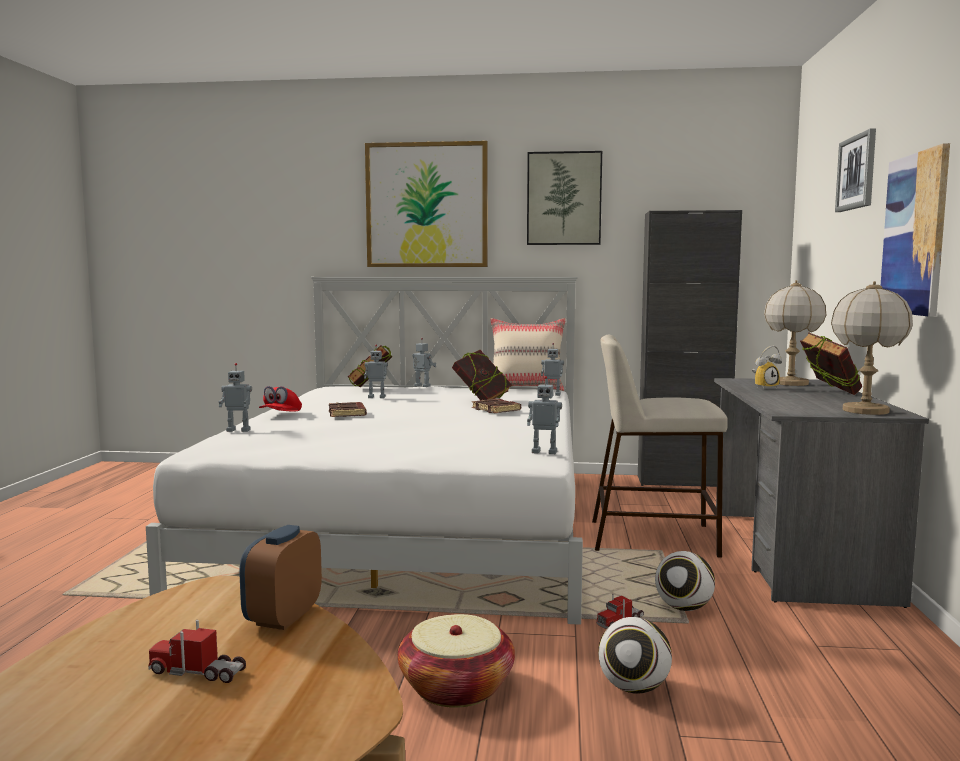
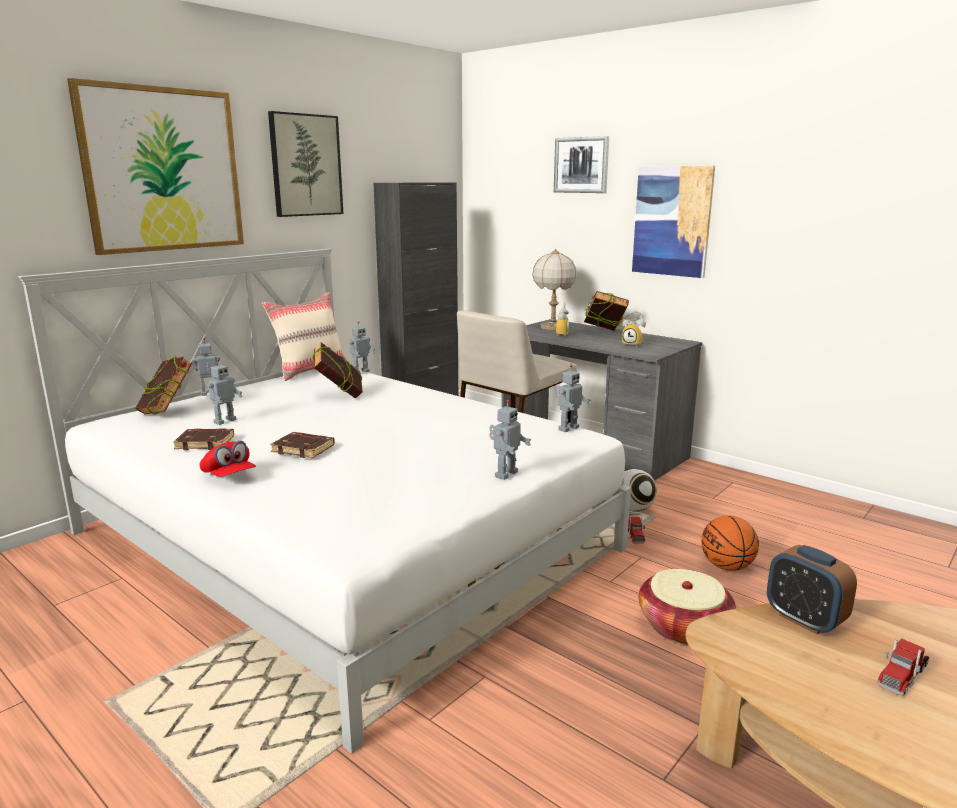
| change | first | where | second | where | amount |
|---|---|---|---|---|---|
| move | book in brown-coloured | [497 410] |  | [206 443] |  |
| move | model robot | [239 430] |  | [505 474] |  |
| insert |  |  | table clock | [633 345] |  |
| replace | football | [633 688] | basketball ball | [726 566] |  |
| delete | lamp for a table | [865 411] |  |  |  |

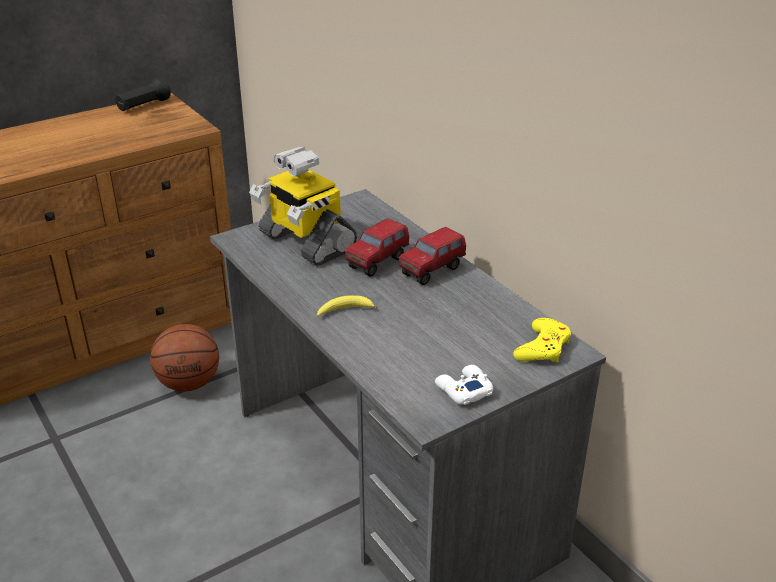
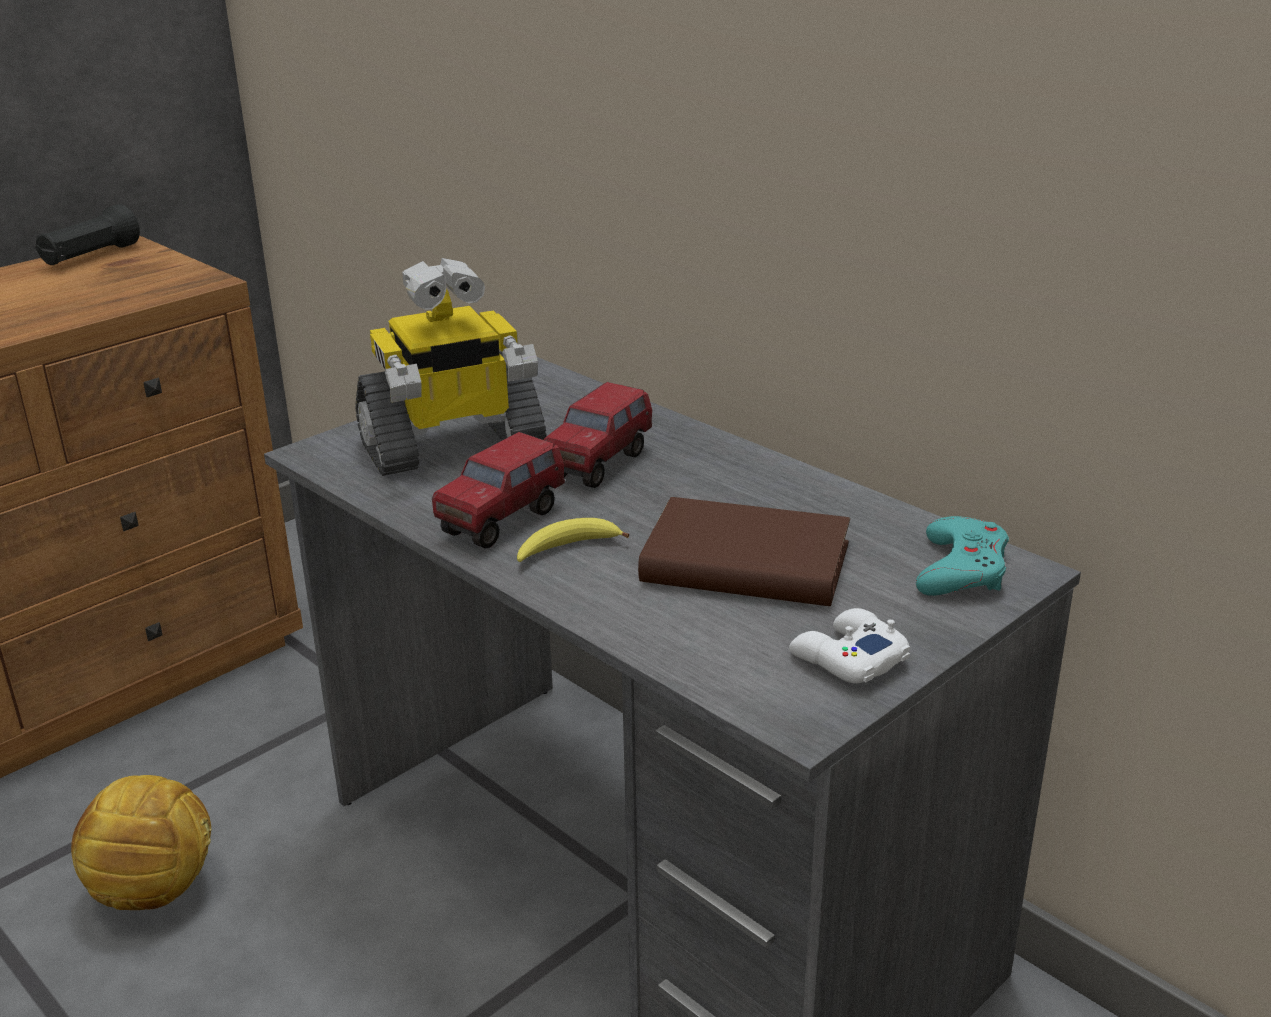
| change | first | where | second | where | amount |
|---|---|---|---|---|---|
| insert |  |  | football | [155 889] |  |
| rotate | model robot | [305 242] |  | [452 446] | 60 degrees counterclockwise |
| move | toy truck | [432 271] |  | [502 521] |  |
| insert |  |  | book in brown-coloured | [745 563] |  |
| recolor | game controller in yellow | [543 347] | game controller in turquoise-coloured | [961 568] |  |
| delete | basketball ball | [189 383] |  |  |  |

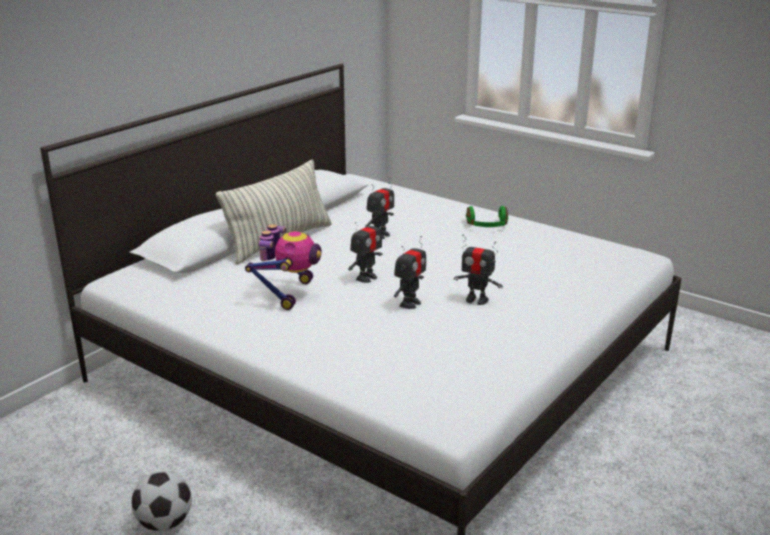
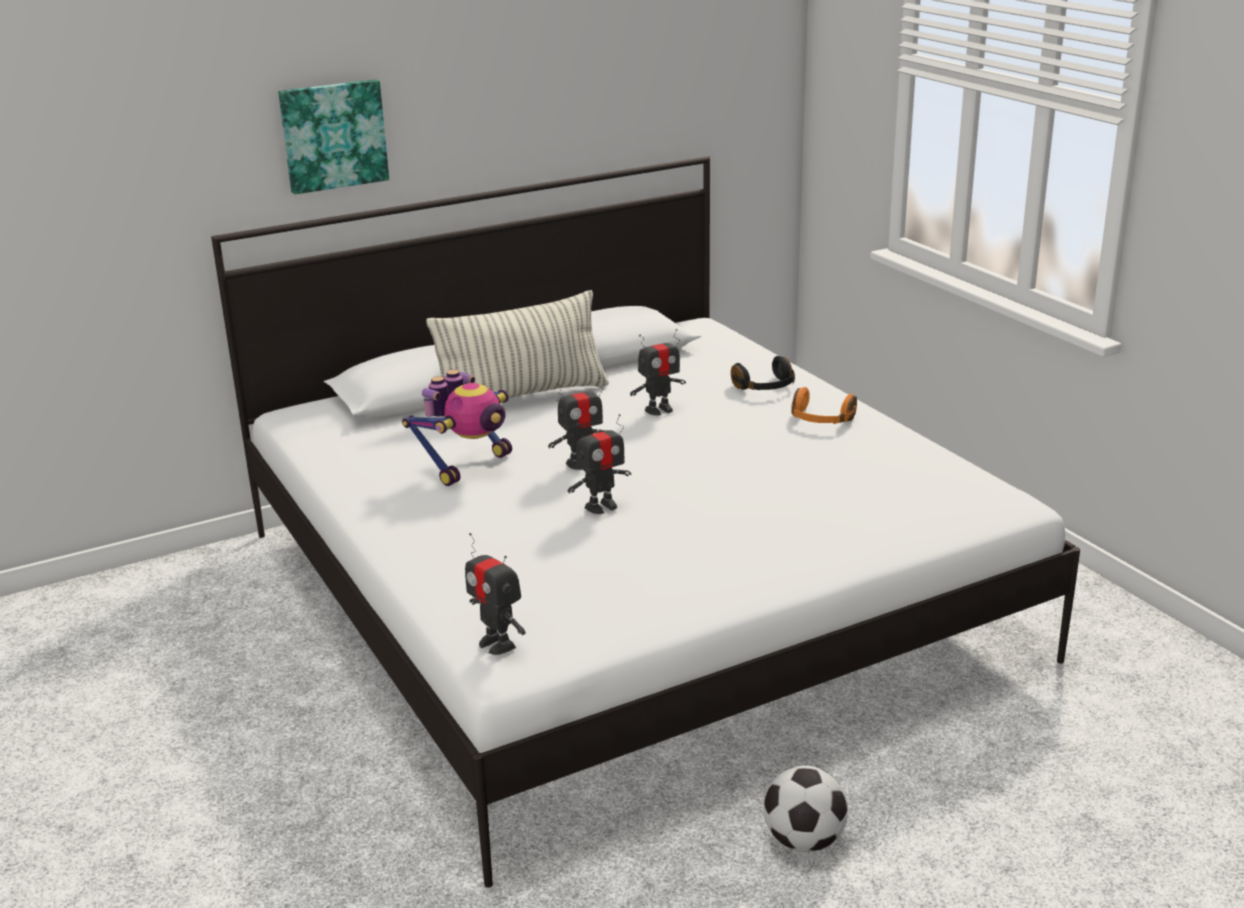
| change | first | where | second | where | amount |
|---|---|---|---|---|---|
| insert |  |  | wall art | [333 135] |  |
| move | model robot | [476 300] |  | [497 644] |  |
| insert |  |  | headset in blackish | [765 387] |  |
| move | football | [164 523] |  | [803 841] |  |
| recolor | headset in green | [487 226] | headset in orangey | [821 420] |  |

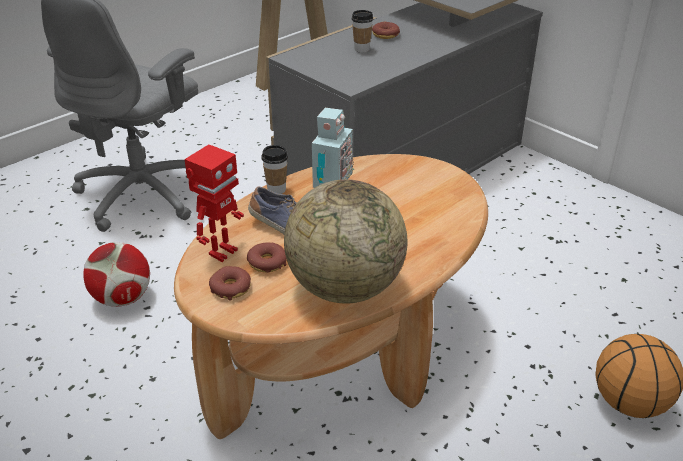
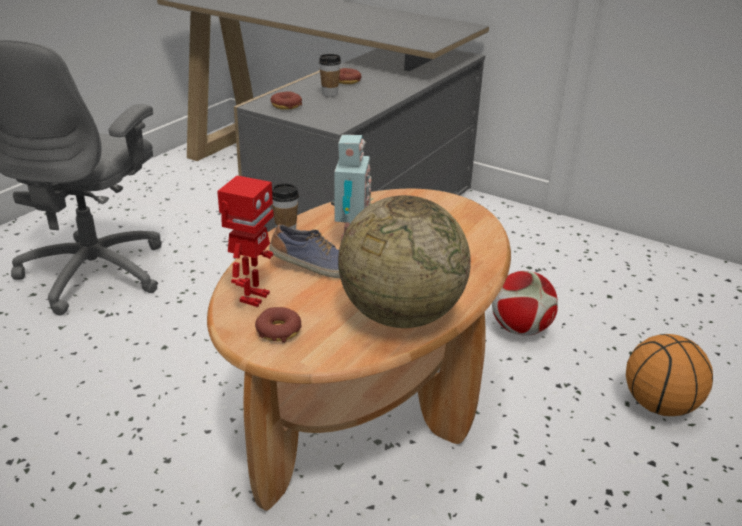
| change | first | where | second | where | amount |
|---|---|---|---|---|---|
| move | ring doughnut | [267 263] |  | [286 106] |  |
| move | football | [122 298] |  | [520 329] |  |

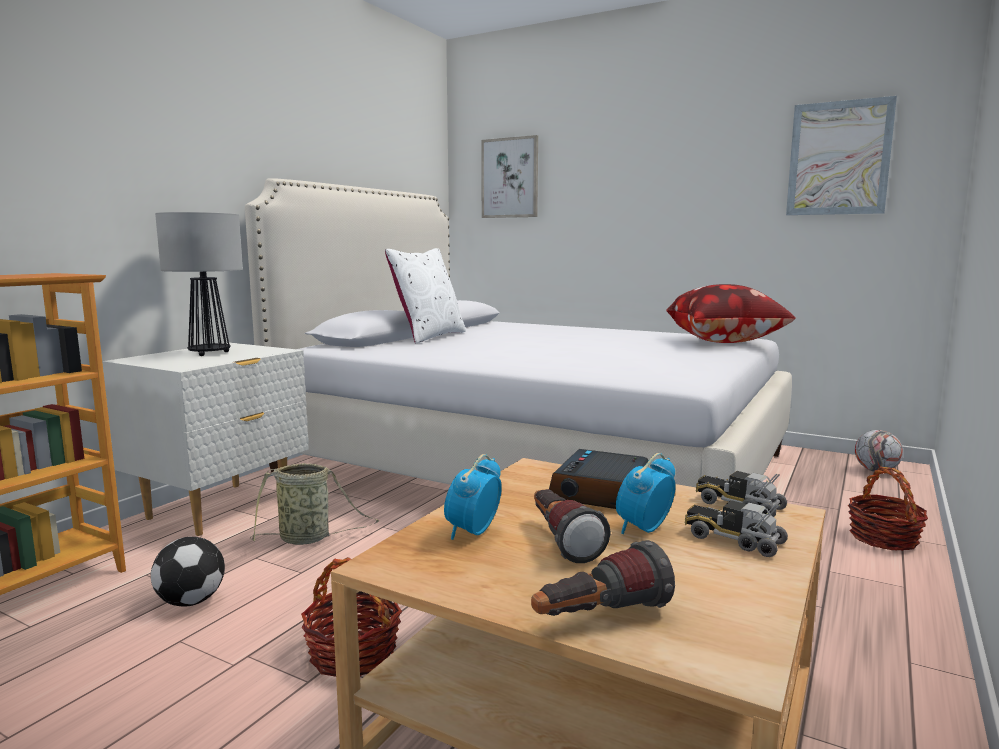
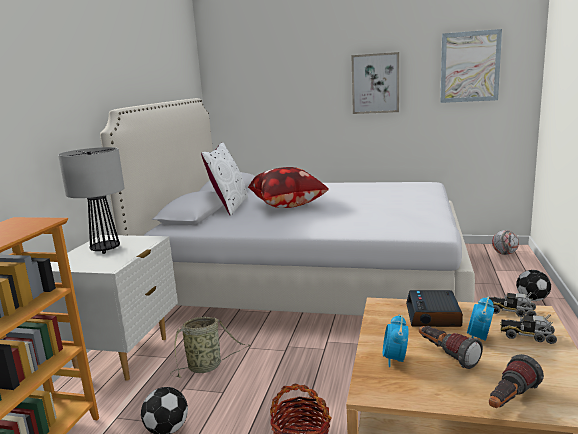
| change | first | where | second | where | amount |
|---|---|---|---|---|---|
| move | pillow | [726 342] |  | [288 206] |  |
| move | wall art | [510 178] |  | [375 83] |  |
| replace | household basket | [884 538] | football | [532 299] |  |

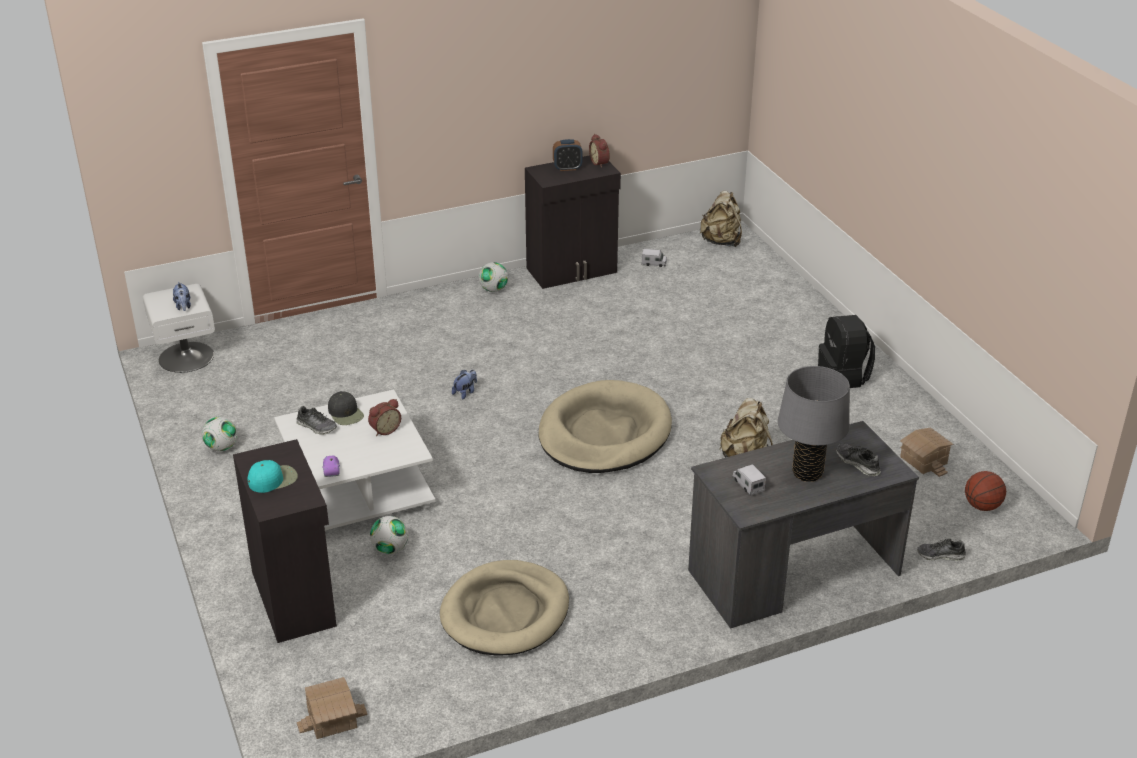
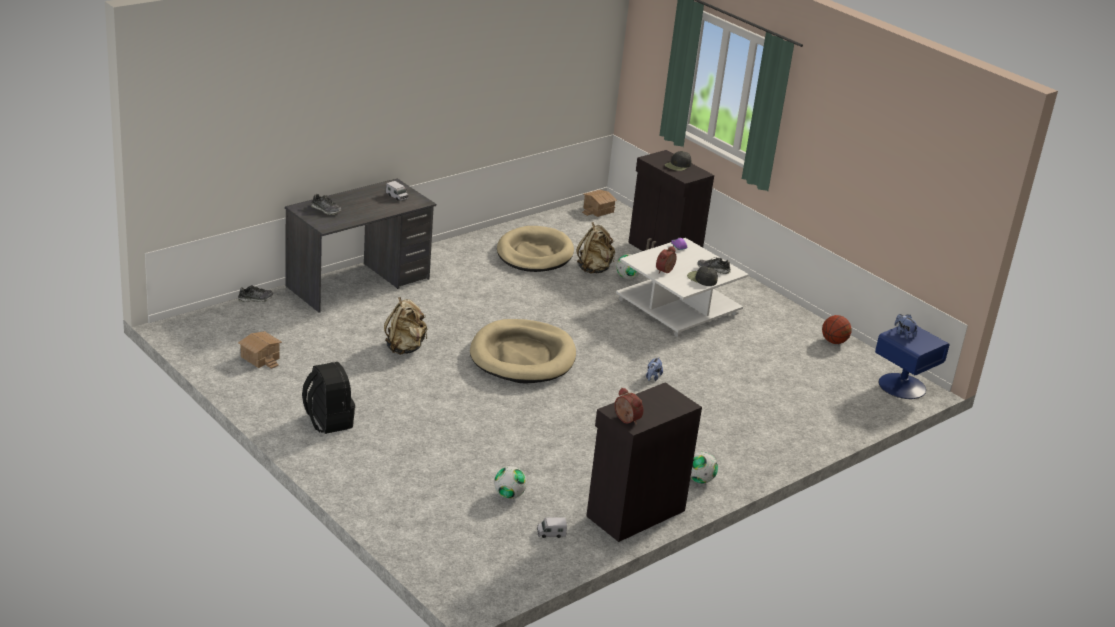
| change | first | where | second | where | amount |
|---|---|---|---|---|---|
| move | football | [222 447] |  | [509 495] |  |
| move | knapsack in beige-coloured | [721 241] |  | [594 269] |  |
| recolor | peaked cap in turquoise-coloured | [273 479] | peaked cap in blackish | [678 165] |  |
| move | basketball ball | [982 506] |  | [834 342] |  |
| recolor | bedside table in white-coloured | [186 356] | bedside table in blue | [902 386] |  |
| delete | table clock | [567 168] |  |  |  |
| delete | lamp for a table in grey | [807 473] |  |  |  |

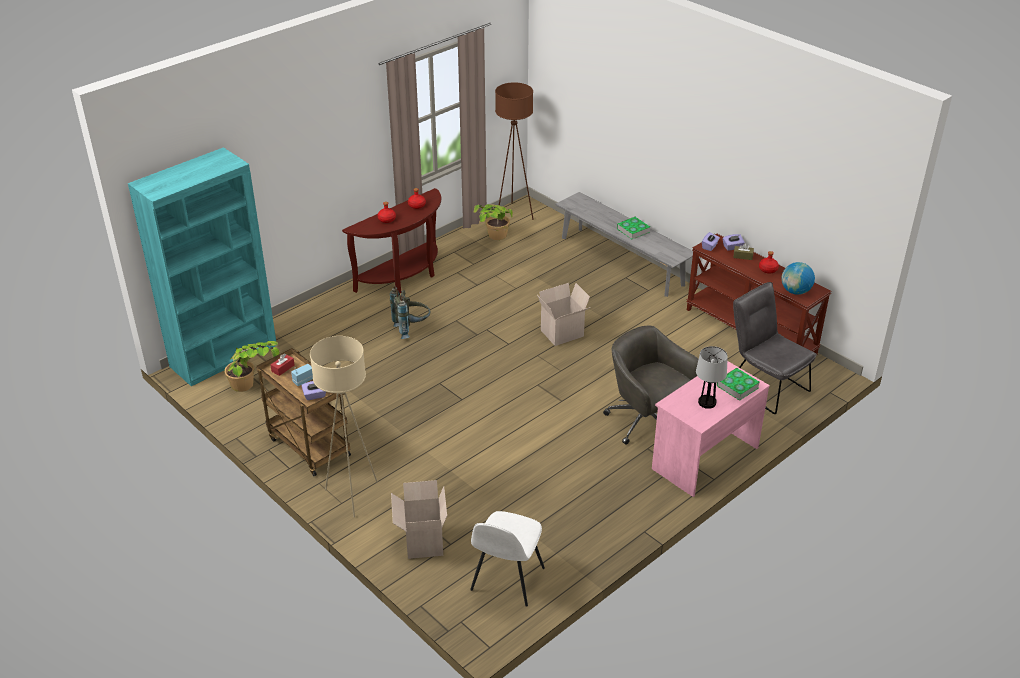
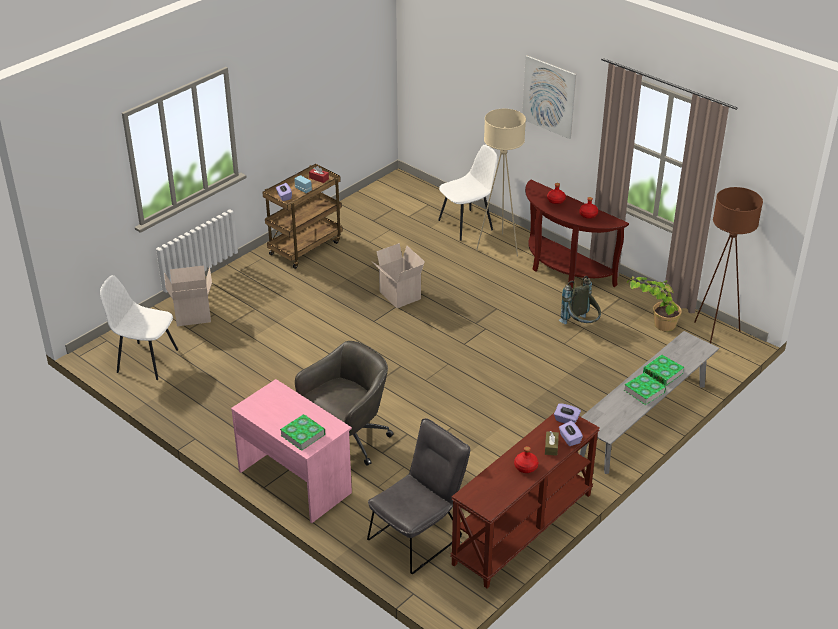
| change | first | where | second | where | amount |
|---|---|---|---|---|---|
| move | carton | [562 334] |  | [398 295] |  |
| insert |  |  | plain chair in white-coloured | [467 225] |  |
| move | standard lamp in beige-coloured | [353 495] |  | [499 247] |  |
| insert |  |  | wall art | [548 97] |  |
| move | knapsack in grey | [411 328] |  | [581 325] |  |
| insert |  |  | book | [663 373] |  |
| delete | shelving unit in turquoise-coloured | [224 355] |  |  |  |
| delete | potted plant | [253 386] |  |  |  |
| delete | lamp for a table | [707 402] |  |  |  |
| delete | world globe | [795 291] |  |  |  |

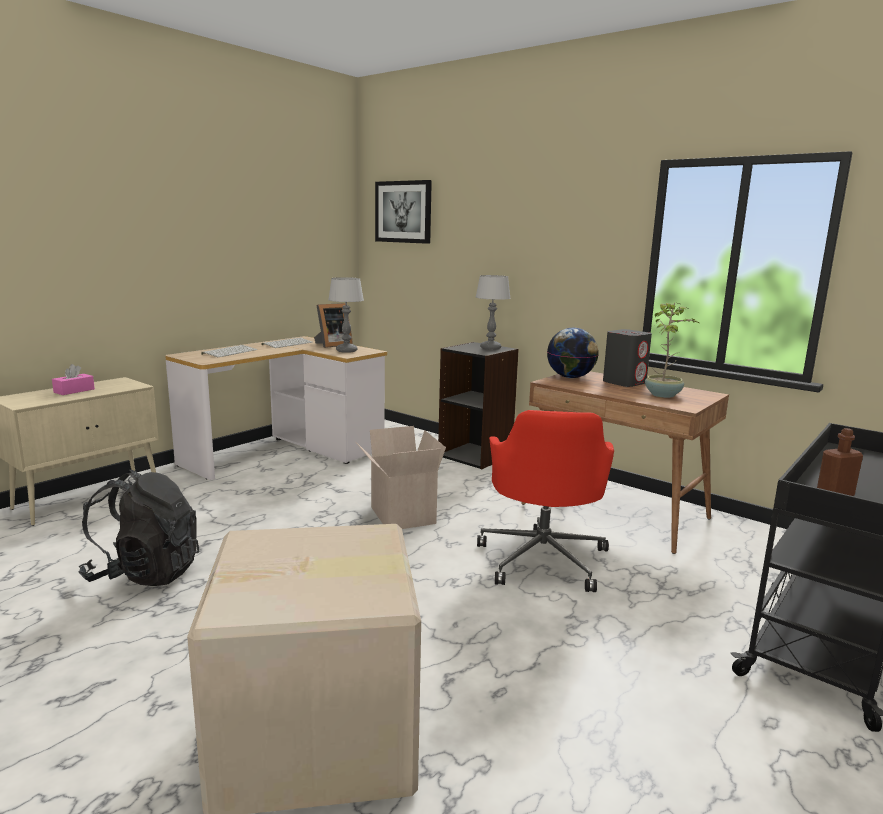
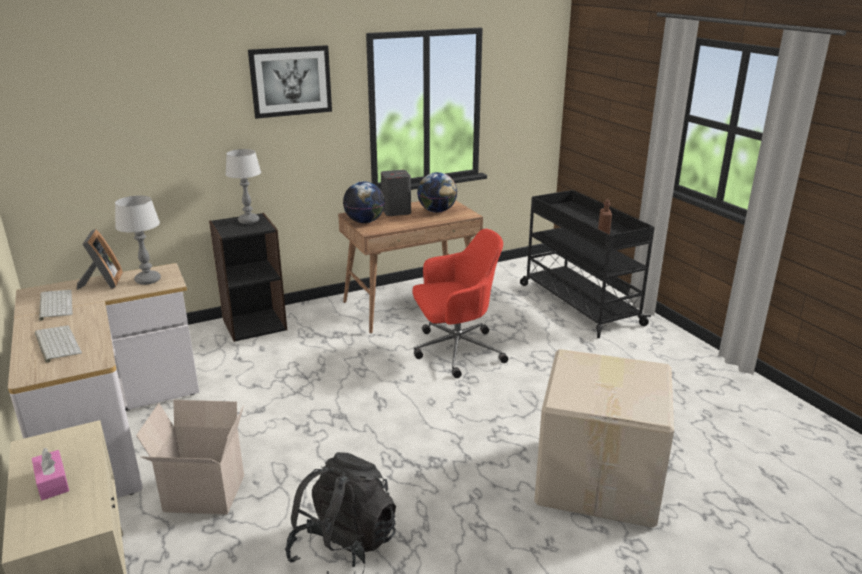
| change | first | where | second | where | amount |
|---|---|---|---|---|---|
| move | carton | [400 515] |  | [202 495] |  |
| move | wall art | [403 212] |  | [291 81] |  |
| rotate | office chair in red | [543 558] |  | [455 351] | 45 degrees counterclockwise |
| replace | potted plant | [663 395] | world globe | [437 211] |  |

